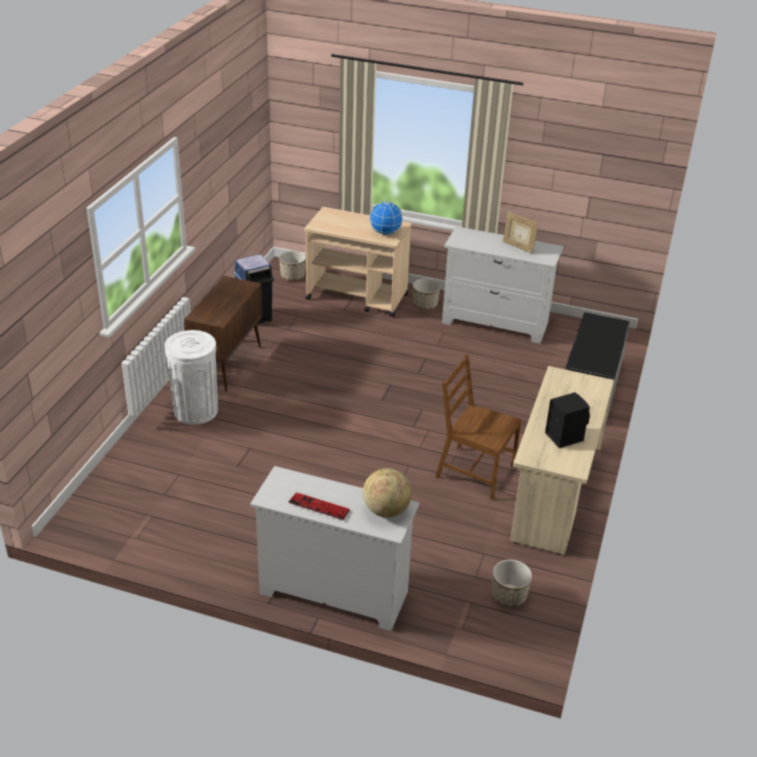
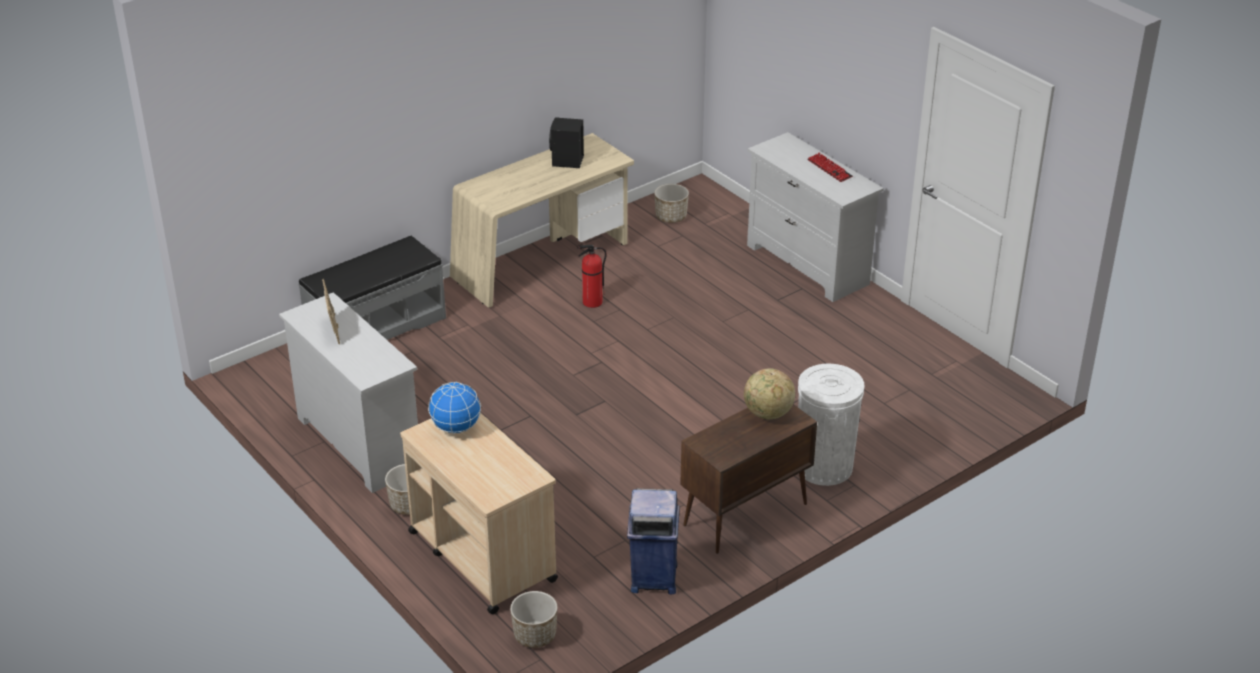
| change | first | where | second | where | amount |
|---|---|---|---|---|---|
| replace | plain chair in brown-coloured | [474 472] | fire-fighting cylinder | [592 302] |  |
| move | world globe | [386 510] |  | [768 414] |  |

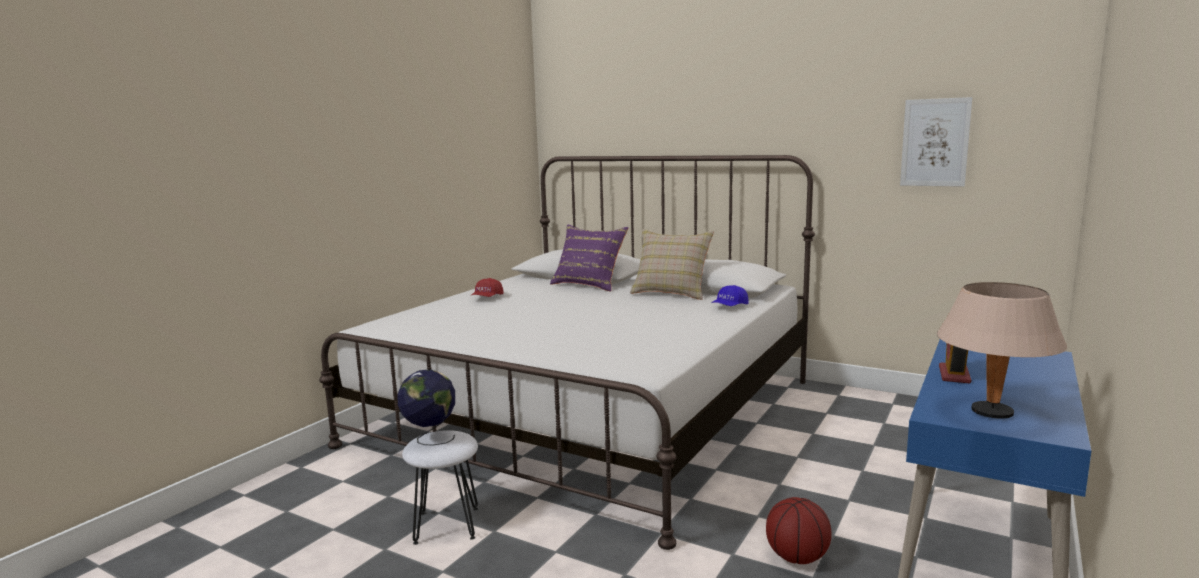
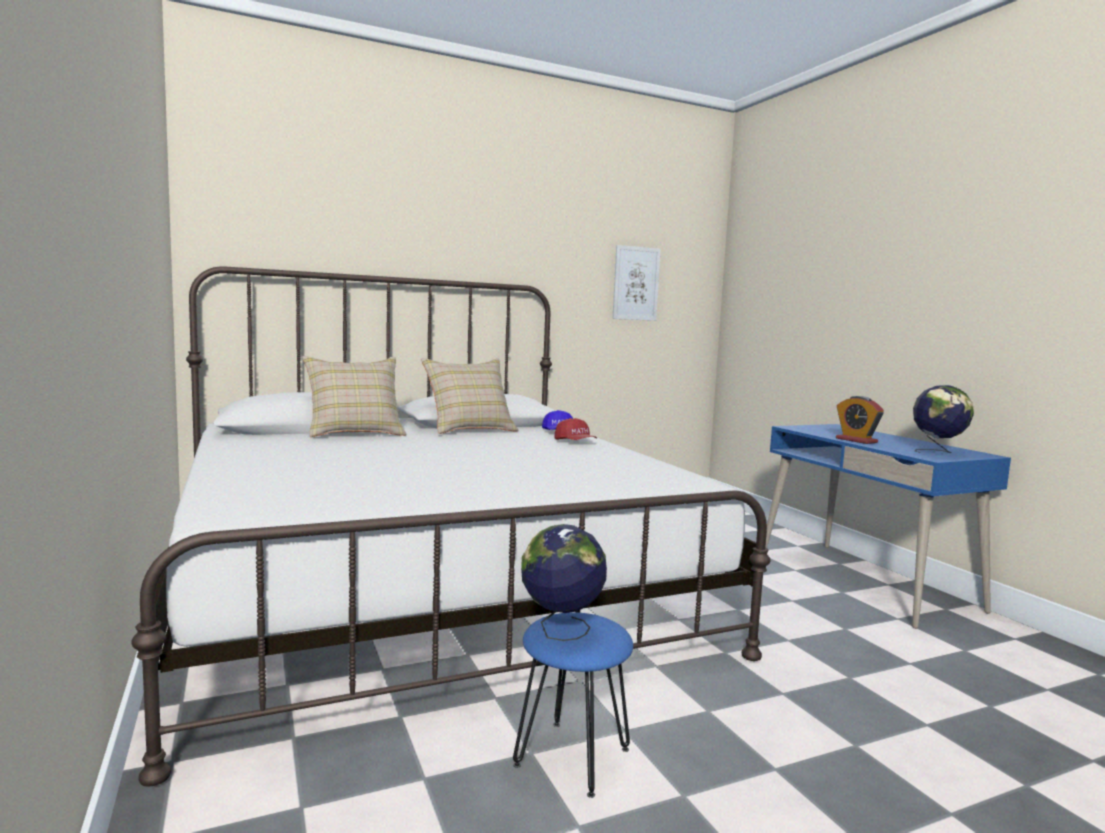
| change | first | where | second | where | amount |
|---|---|---|---|---|---|
| recolor | pillow in purple | [589 284] | pillow in beige-coloured | [355 433] |  |
| recolor | stool in white-coloured | [447 525] | stool in blue | [571 756] |  |
| move | peaked cap in red | [487 298] |  | [575 442] |  |
| replace | lamp for a table in beige-coloured | [992 413] | world globe | [938 452] |  |
| delete | basketball ball | [796 558] |  |  |  |

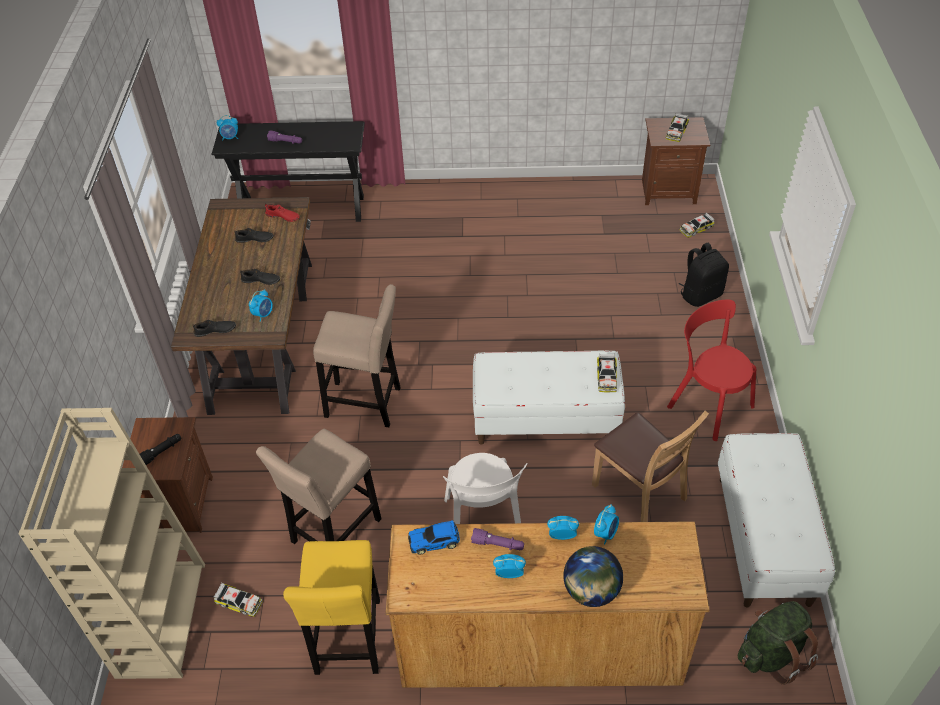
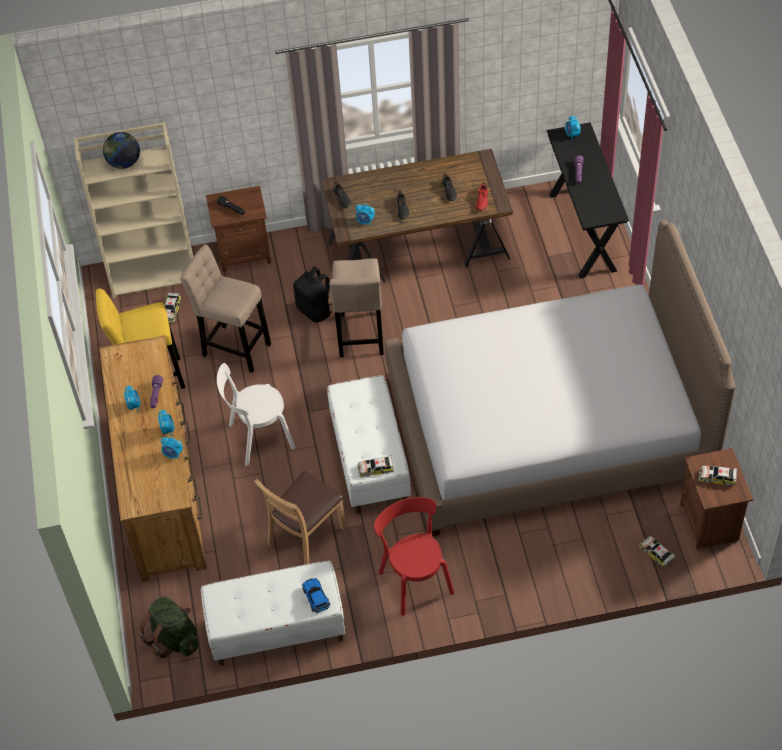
| change | first | where | second | where | amount |
|---|---|---|---|---|---|
| move | world globe | [591 591] |  | [124 163] |  |
| move | knapsack in blackish | [700 294] |  | [315 310] |  |
| move | toy car | [435 541] |  | [316 598] |  |
| rotate | plain chair in red | [707 404] |  | [414 579] | 60 degrees counterclockwise |
| insert |  |  | bed | [548 427] |  |

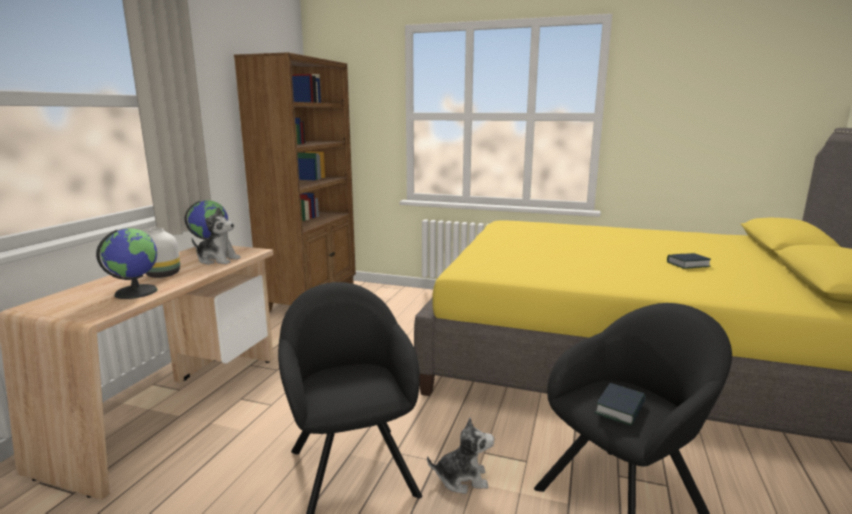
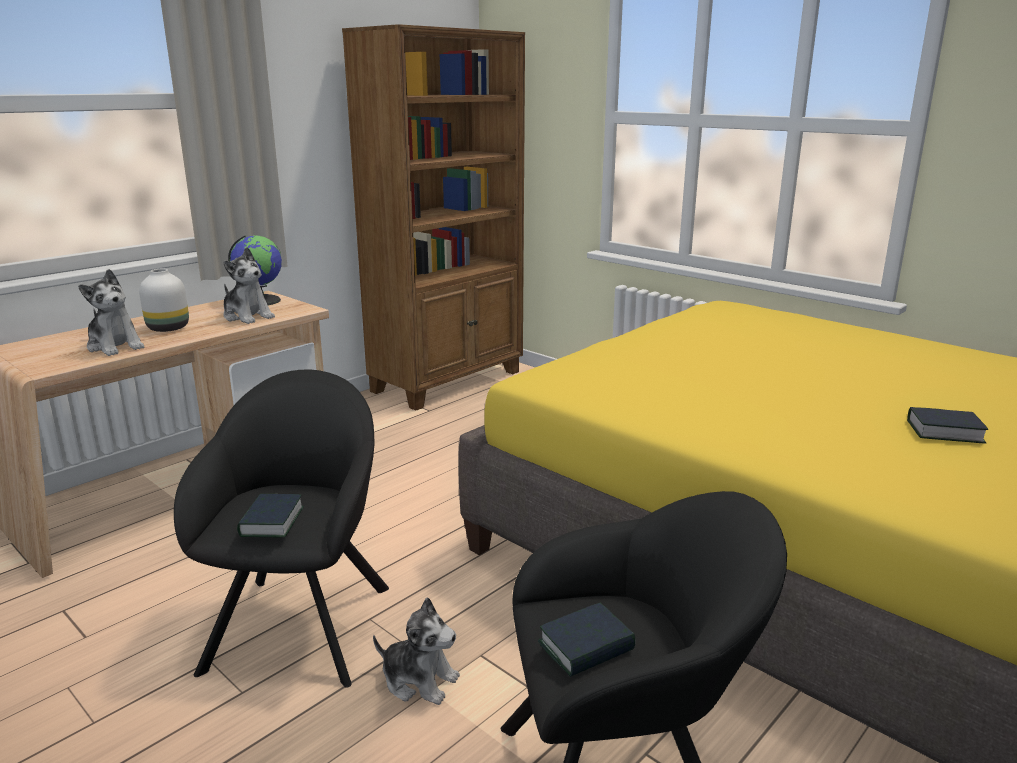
| change | first | where | second | where | amount |
|---|---|---|---|---|---|
| replace | world globe | [136 292] | plush toy | [115 346] |  |
| insert |  |  | book | [271 522] |  |

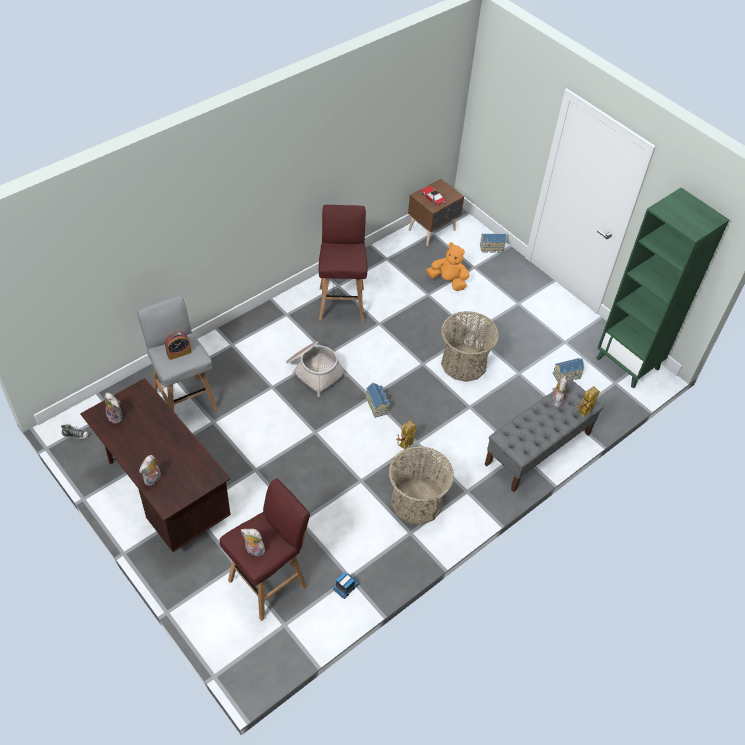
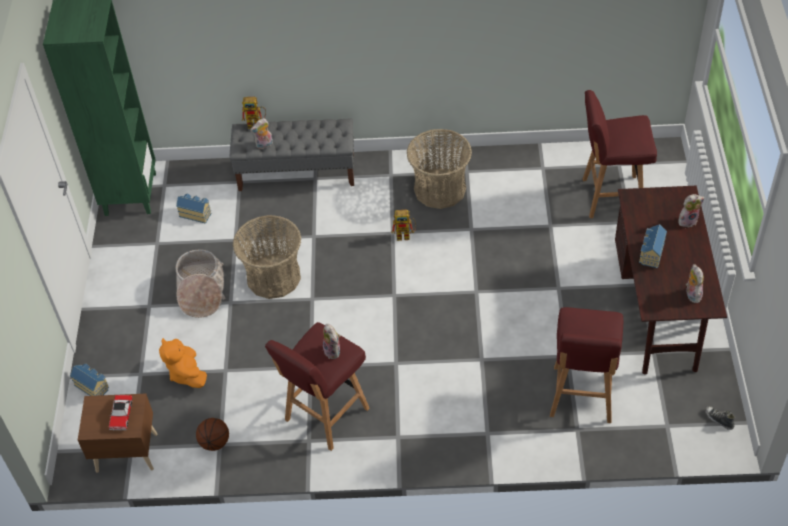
| change | first | where | second | where | amount |
|---|---|---|---|---|---|
| move | household basket | [314 371] |  | [201 291] |  |
| insert |  |  | basketball ball | [214 442] |  |
| move | plush toy | [253 550] |  | [333 351] |  |
| recolor | stool in grey | [184 399] | stool in red | [581 396] |  |
| move | miniature house | [377 405] |  | [650 253] |  |
| delete | table clock | [179 353] |  |  |  |
| delete | toy truck | [345 587] |  |  |  |

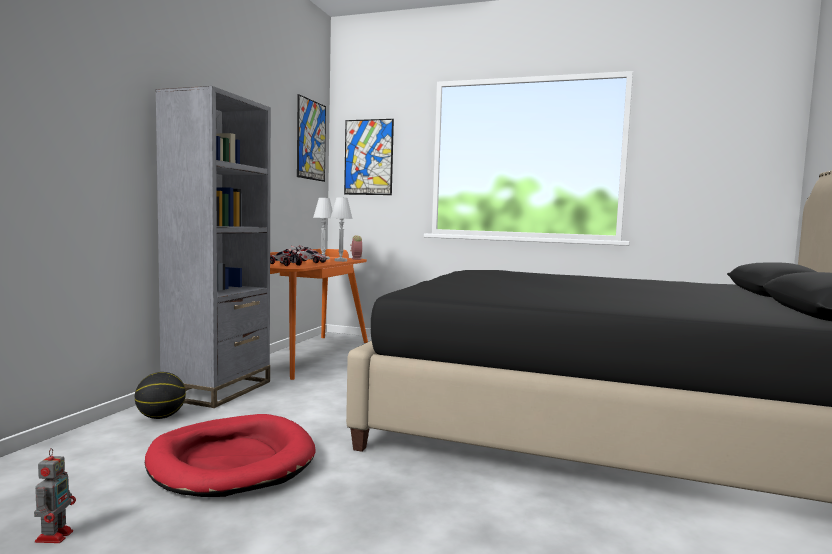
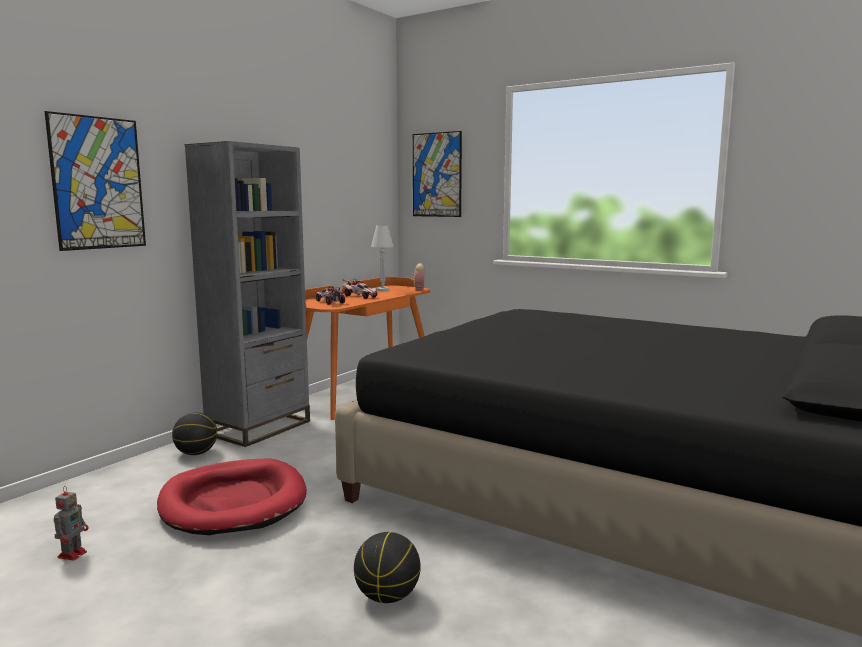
| change | first | where | second | where | amount |
|---|---|---|---|---|---|
| move | wall art | [311 140] |  | [98 183] |  |
| insert |  |  | basketball ball | [388 596] |  |
| delete | lamp for a table in white-coloured | [340 261] |  |  |  |

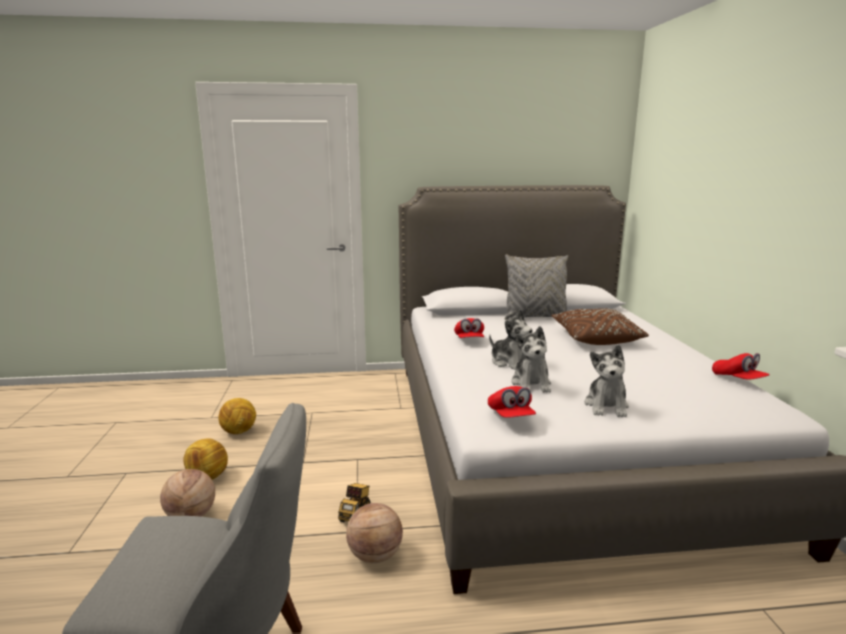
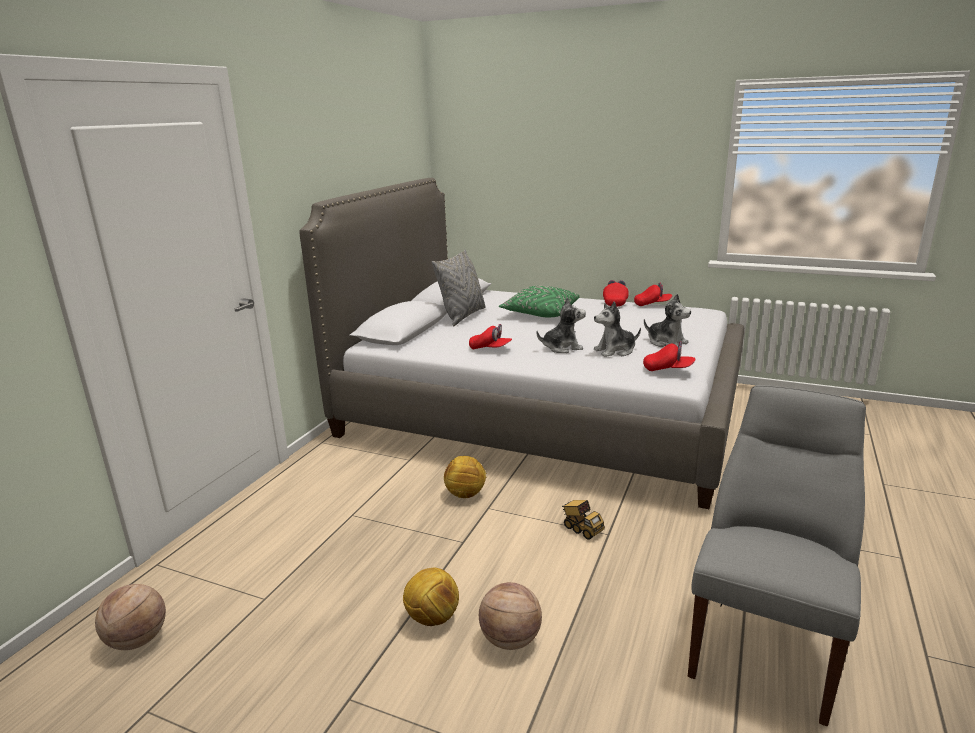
| change | first | where | second | where | amount |
|---|---|---|---|---|---|
| move | basketball ball | [375 555] |  | [137 640] |  |
| move | football | [239 431] |  | [465 494] |  |
| recolor | pillow in brown-coloured | [595 338] | pillow in green | [540 313] |  |
| rotate | plush toy | [531 384] |  | [615 351] | 135 degrees clockwise |
| insert |  |  | peaked cap in red | [615 302] |  |

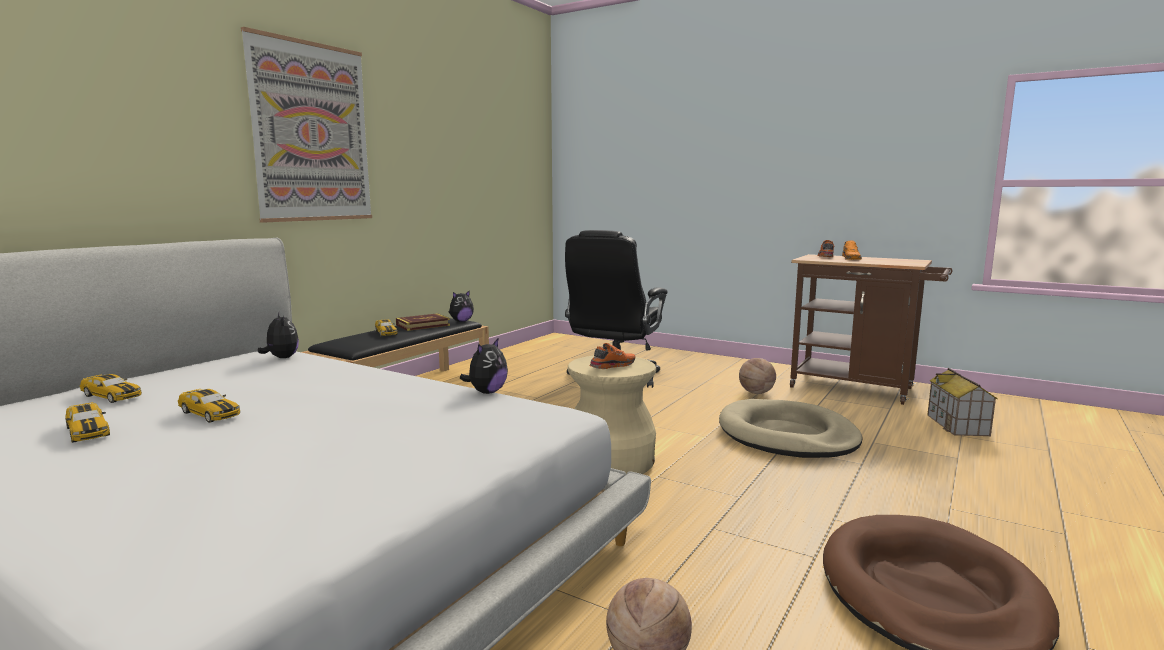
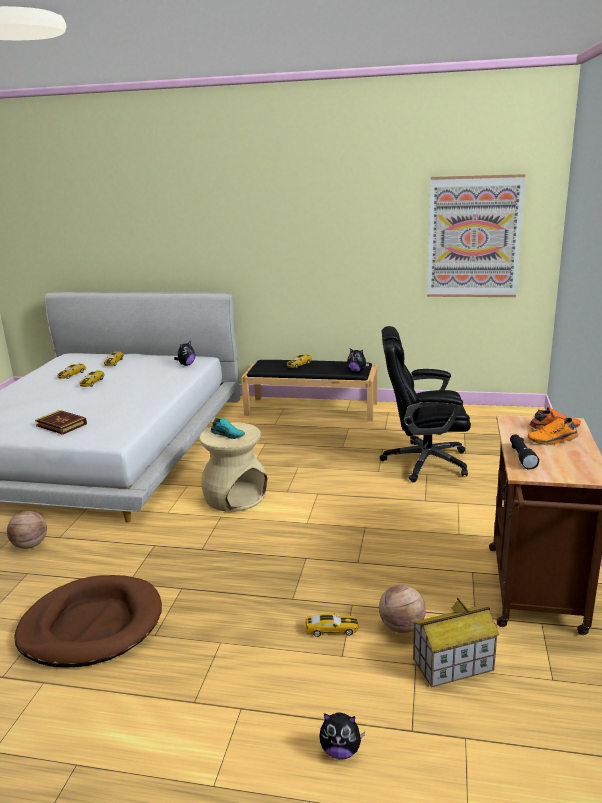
| change | first | where | second | where | amount |
|---|---|---|---|---|---|
| move | book | [423 325] |  | [61 425] |  |
| recolor | shoe in orangey | [612 366] | shoe in turquoise-coloured | [228 434] |  |
| insert |  |  | toy car | [331 629] |  |
| move | plush toy | [487 392] |  | [340 750] |  |
| move | basketball ball | [756 393] |  | [401 627] |  |
| move | wall art | [312 133] |  | [473 237] |  |
| insert |  |  | flashlight in blackish | [521 456] |  |
| delete | dog cushion in beige-coloured | [787 435] |  |  |  |

